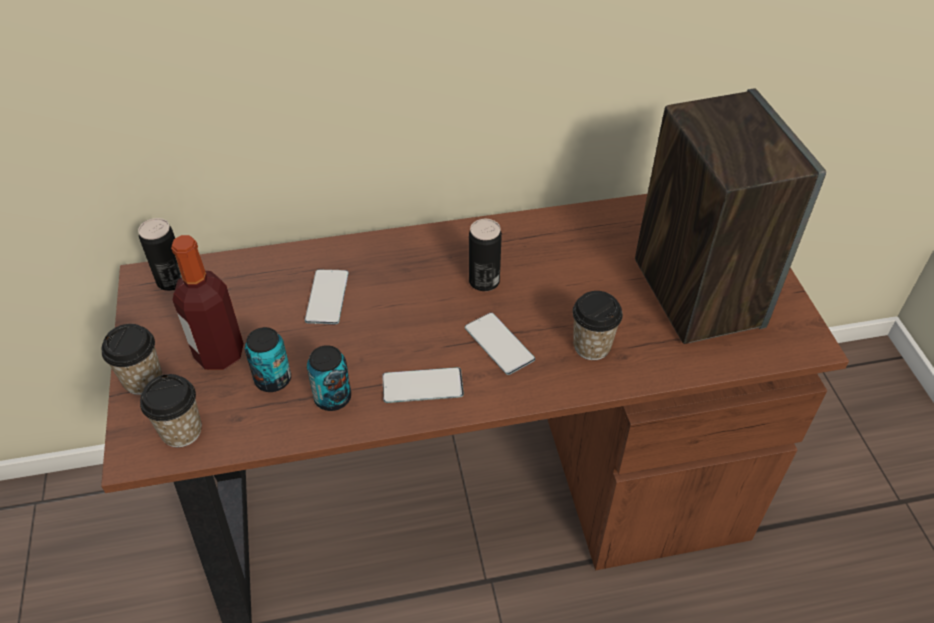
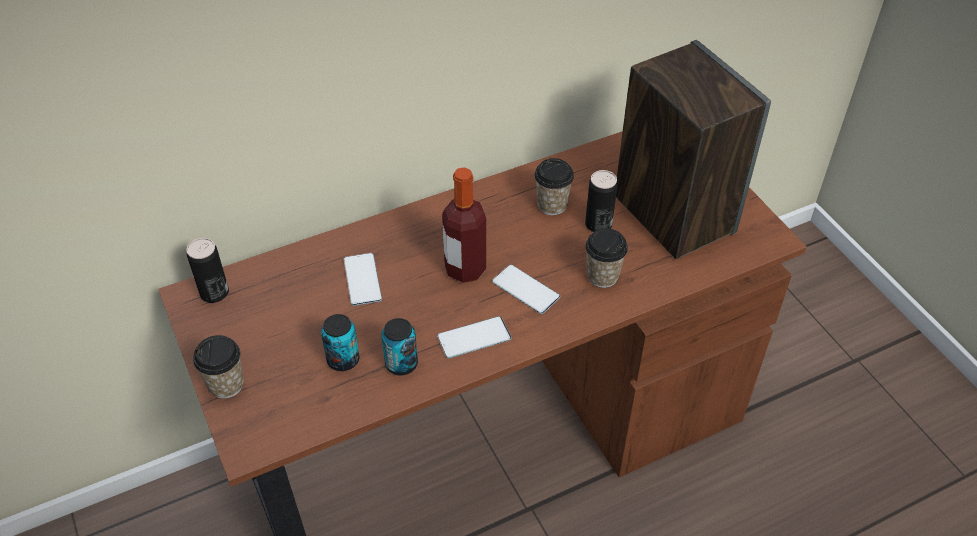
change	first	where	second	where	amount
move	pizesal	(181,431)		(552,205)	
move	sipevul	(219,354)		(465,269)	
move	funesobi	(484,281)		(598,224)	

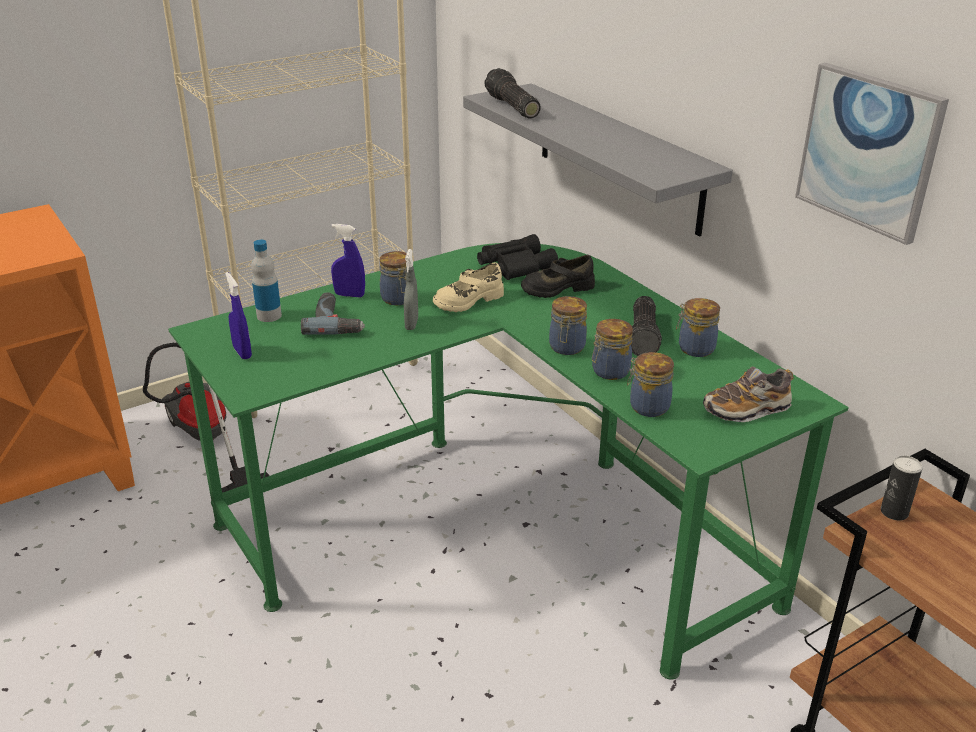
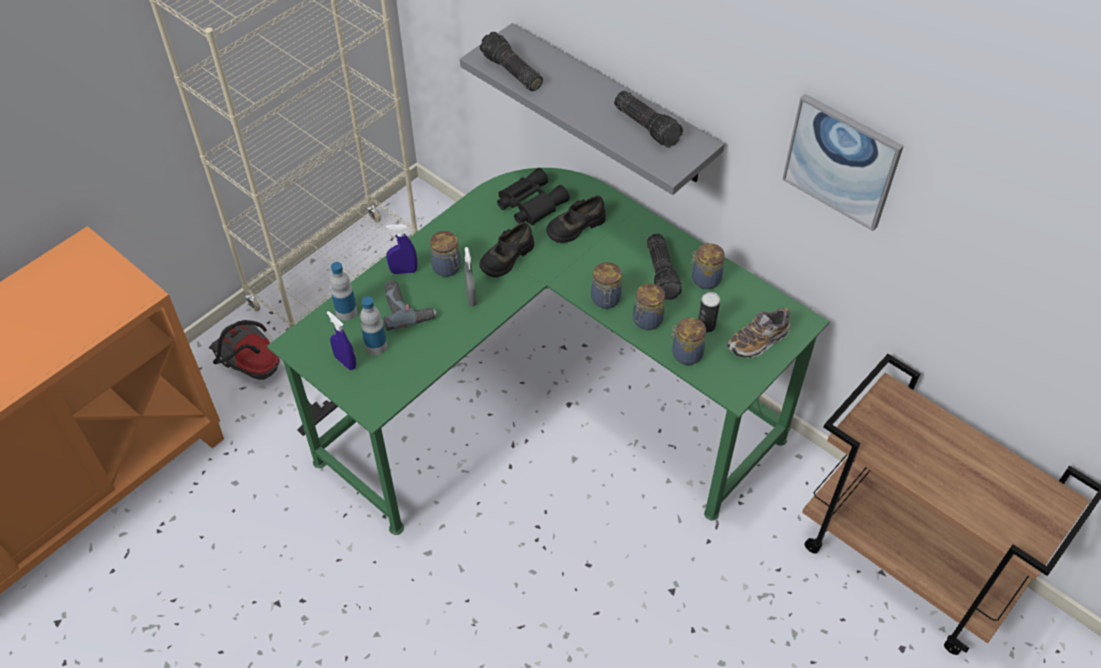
change	first	where	second	where	amount
insert			sipevul	(376,346)	
insert			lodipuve	(647,126)	
move	funesobi	(894,512)		(706,325)	
recolor	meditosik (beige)	(468,300)	meditosik (black)	(506,257)	

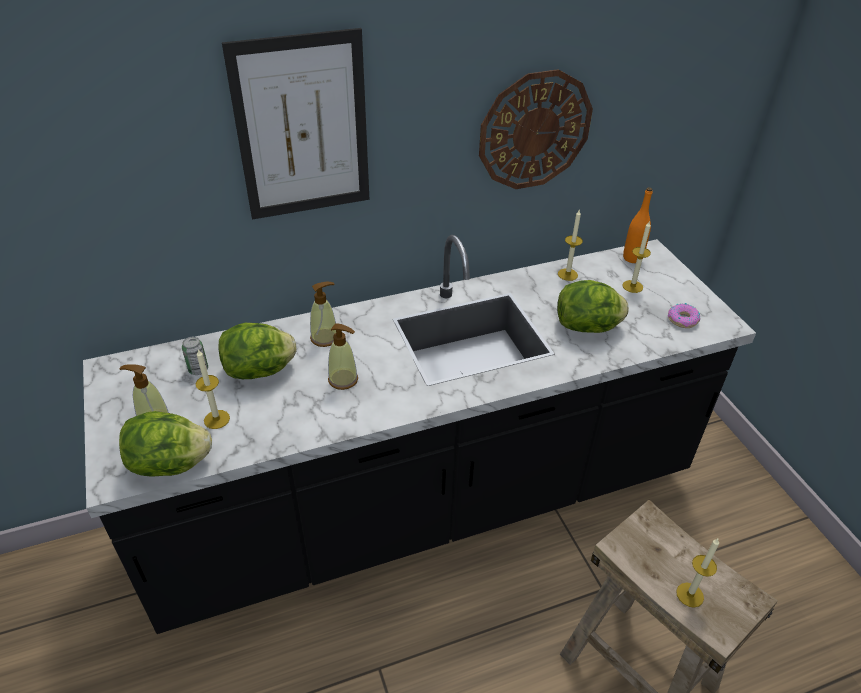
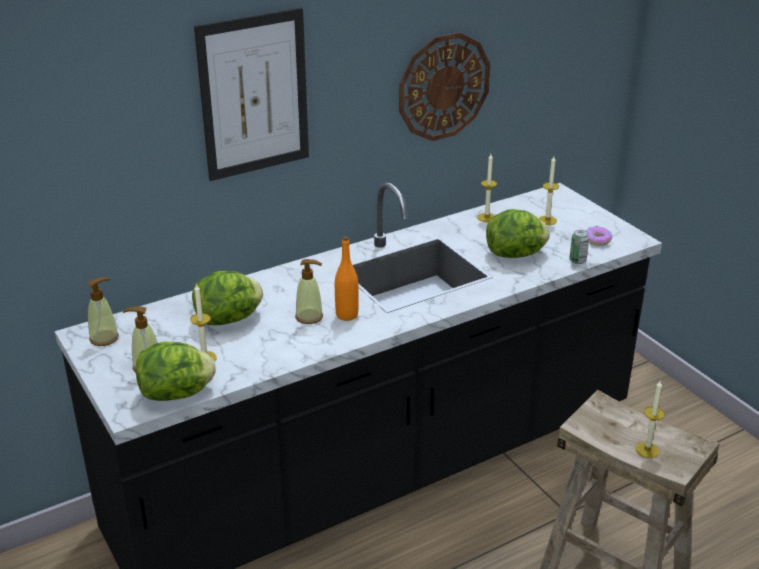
change	first	where	second	where	amount
move	funesobi	(198,370)		(577,261)	
move	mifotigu	(325,338)		(104,338)	
move	sipevul (orange)	(632,258)		(347,315)	

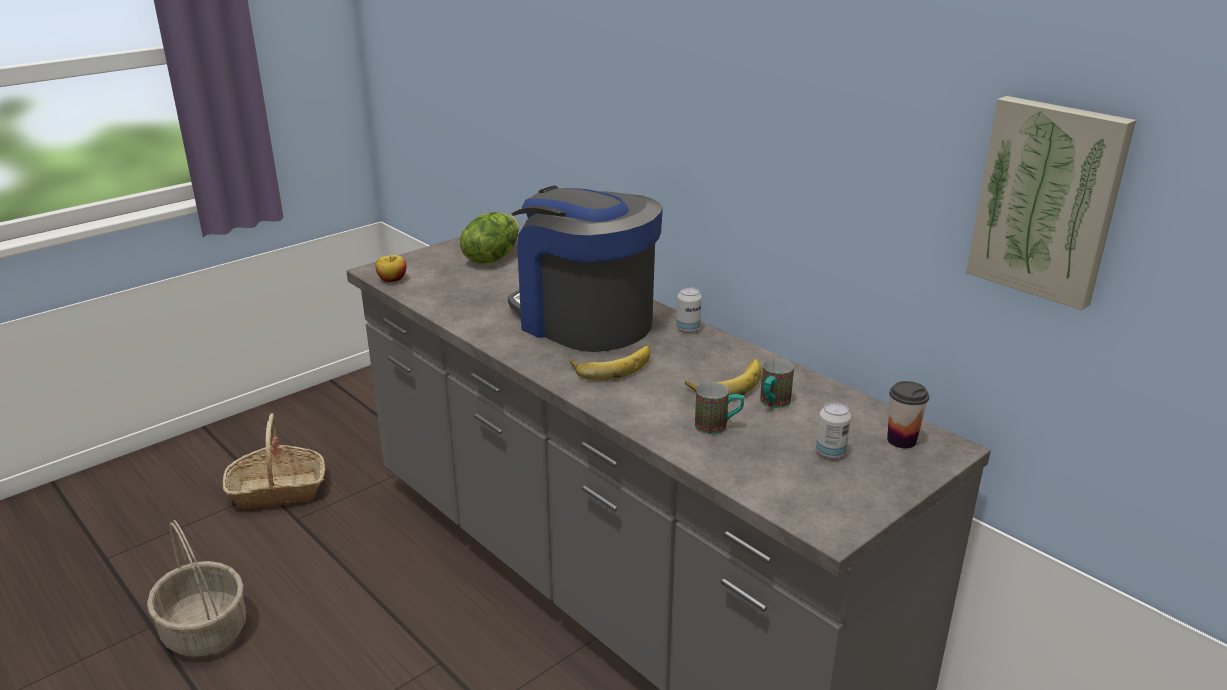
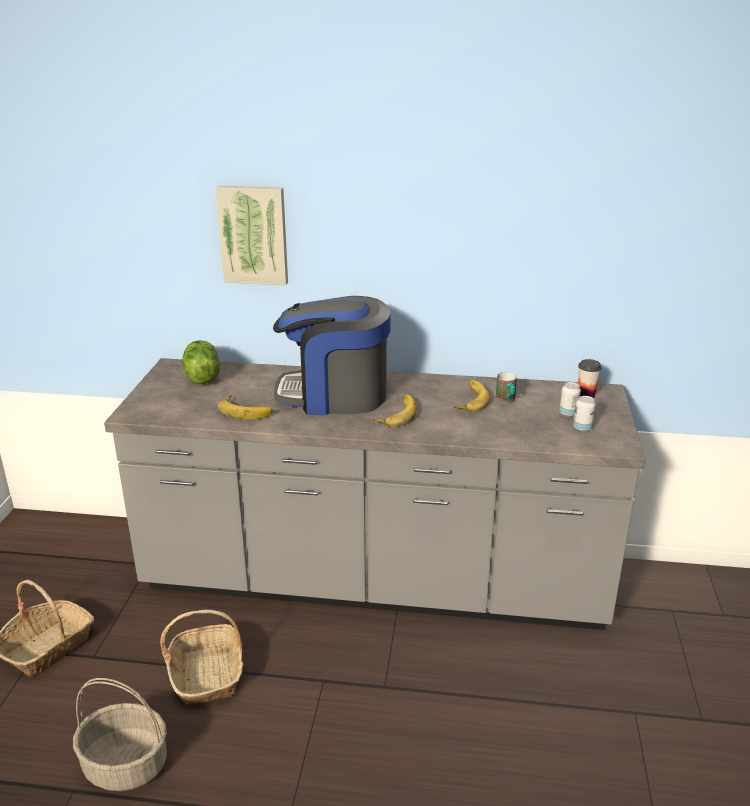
change	first	where	second	where	amount
delete	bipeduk	(392,280)			
delete	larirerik	(718,426)			
insert			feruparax	(207,673)	
insert			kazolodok	(246,410)	
move	funesobi	(688,329)		(582,428)	
move	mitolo	(1048,200)		(254,234)	

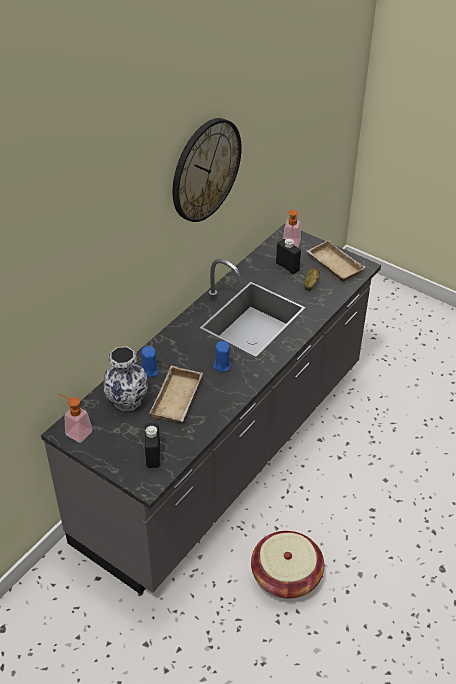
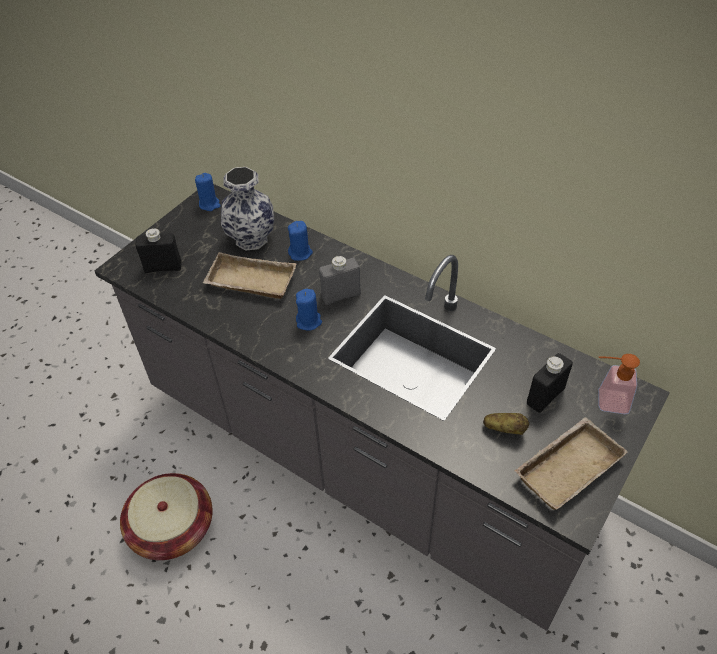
change	first	where	second	where	amount
delete	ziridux	(205,170)			
insert			sipevul (grey)	(341,295)	
replace	mifotigu	(75,431)	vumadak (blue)	(209,204)	

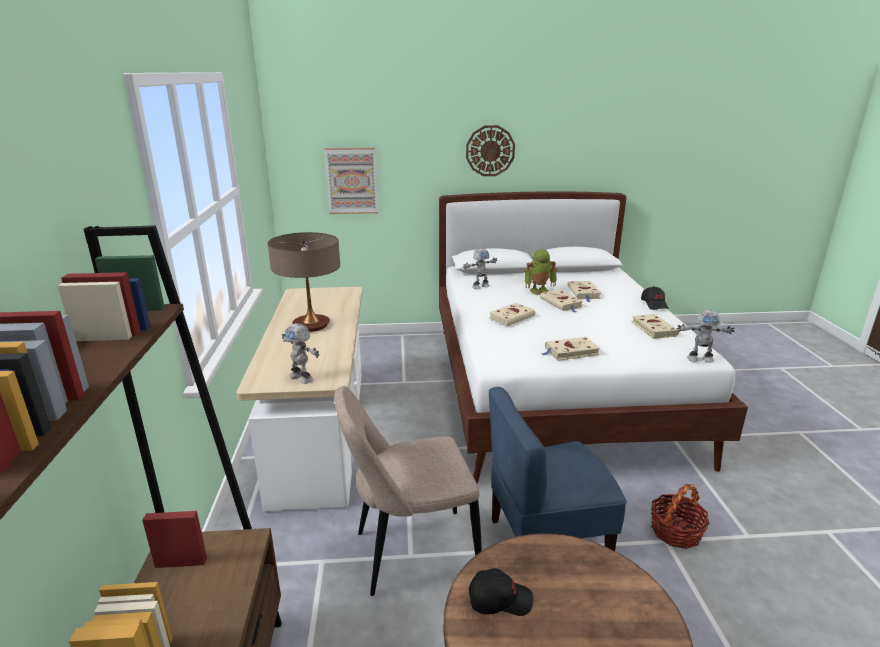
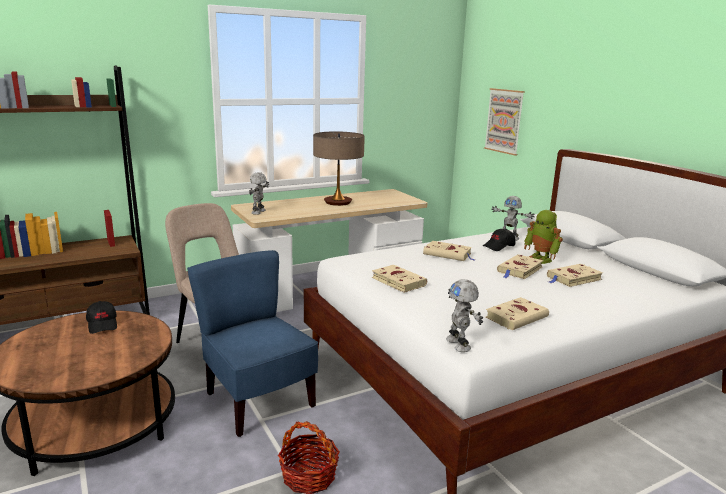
change	first	where	second	where	amount
delete	ziridux	(490,151)			
move	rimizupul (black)	(654,304)		(499,246)	

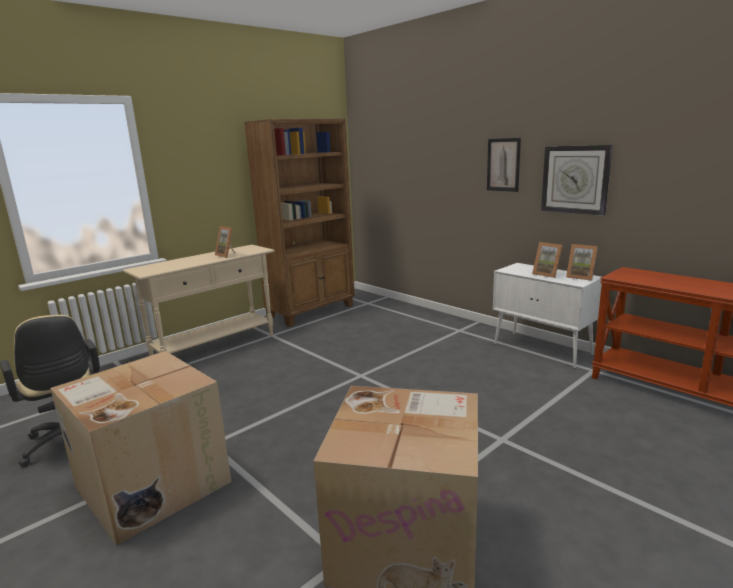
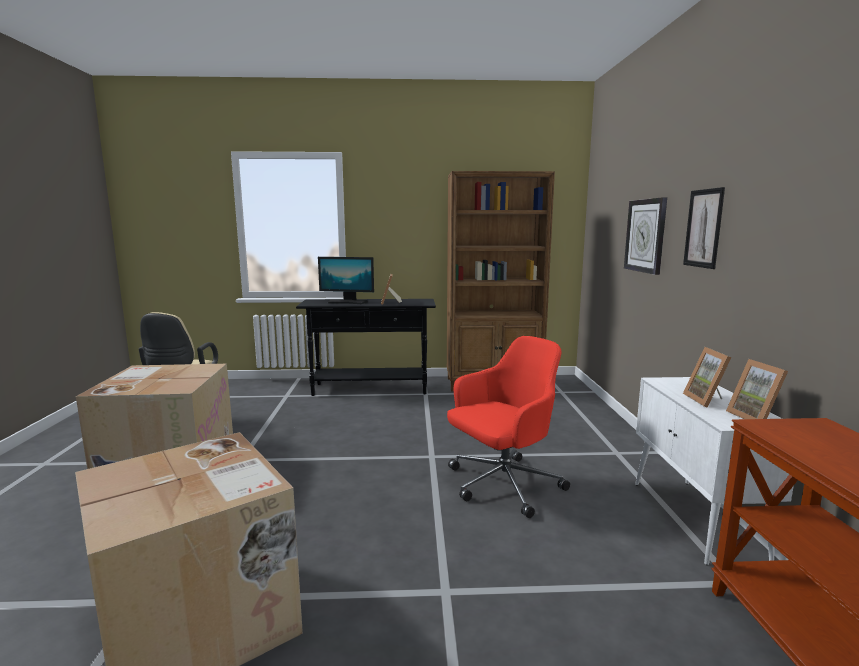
change	first	where	second	where	amount
insert			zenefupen	(347,302)	
insert			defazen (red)	(502,485)	
move	ziridux	(575,179)		(645,235)	
recolor	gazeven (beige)	(215,347)	gazeven (black)	(370,389)	

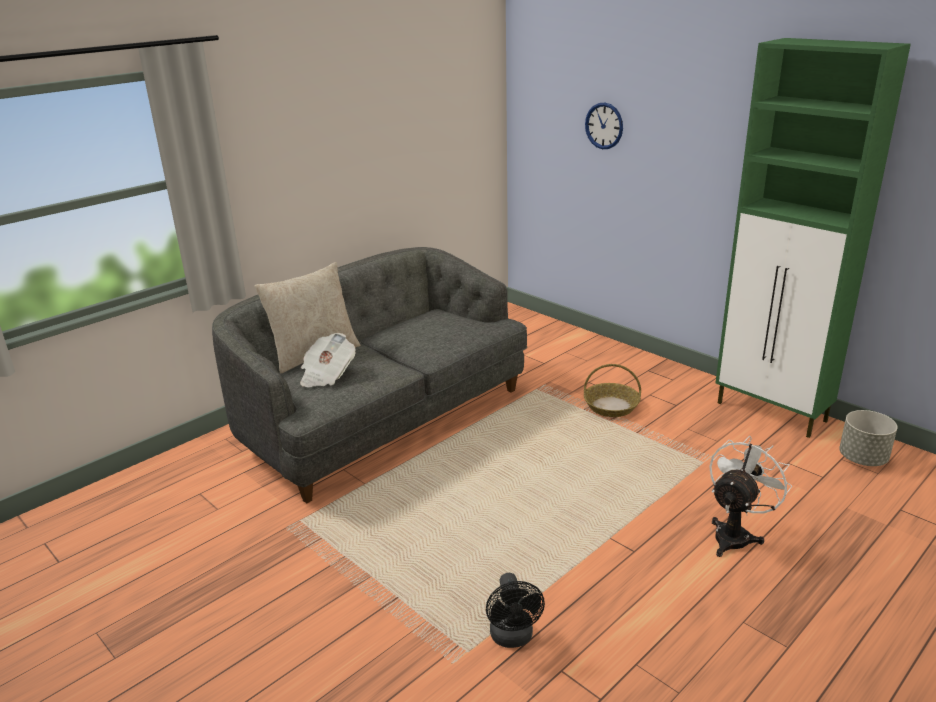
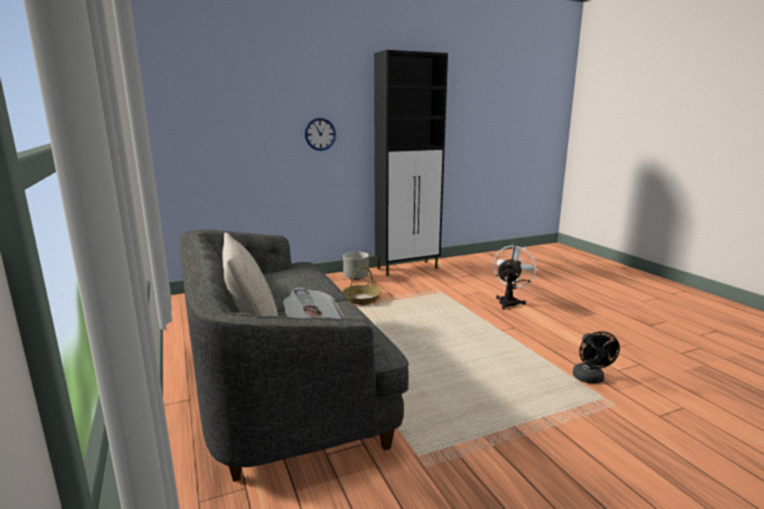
change	first	where	second	where	amount
move	ziridux	(604,126)		(320,134)	
move	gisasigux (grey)	(863,458)		(356,278)	
recolor	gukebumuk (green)	(772,412)	gukebumuk (black)	(408,268)	
rotate	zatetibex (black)	(513,638)		(590,379)	75 degrees clockwise
rotate	zatetibex (white)	(735,534)		(509,302)	60 degrees clockwise

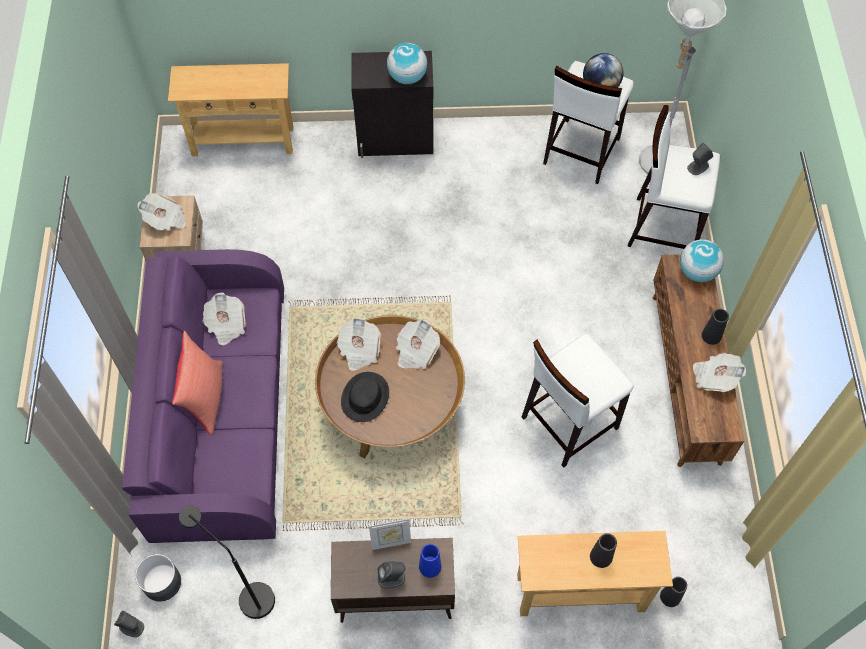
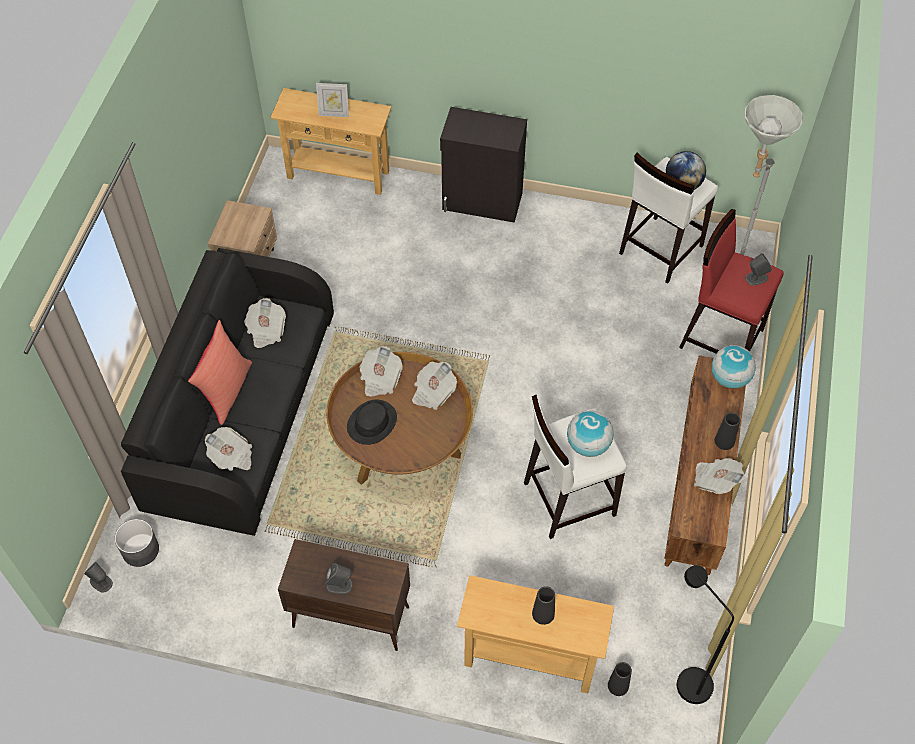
change	first	where	second	where	amount
delete	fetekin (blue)	(430,566)			
move	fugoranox	(165,219)		(231,457)	
move	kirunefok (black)	(248,595)		(686,678)	
move	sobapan	(391,542)		(334,114)	
move	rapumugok	(407,77)		(588,445)	
recolor	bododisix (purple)	(220,411)	bododisix (black)	(241,410)	
recolor	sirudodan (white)	(663,227)	sirudodan (red)	(720,337)	

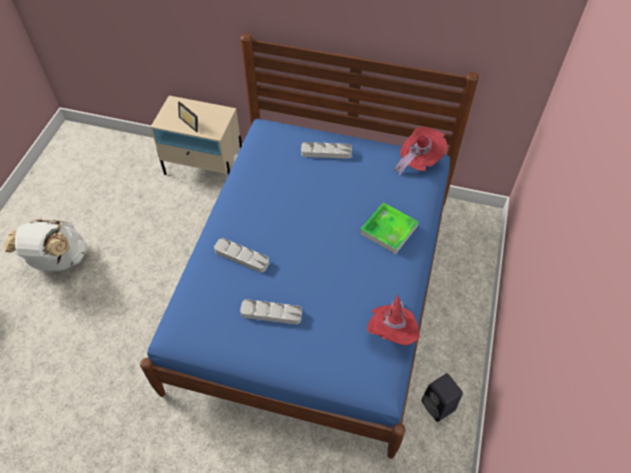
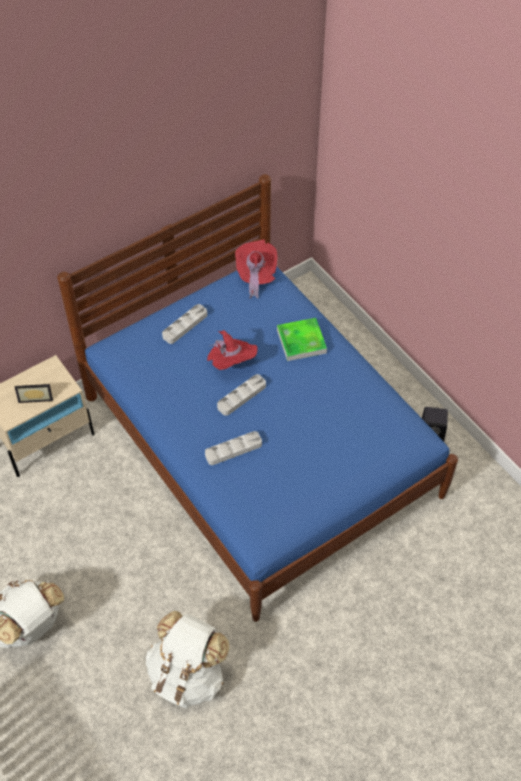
change	first	where	second	where	amount
insert			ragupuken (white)	(187,675)	
move	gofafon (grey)	(271,313)		(241,396)	
move	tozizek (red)	(392,332)		(231,363)	

